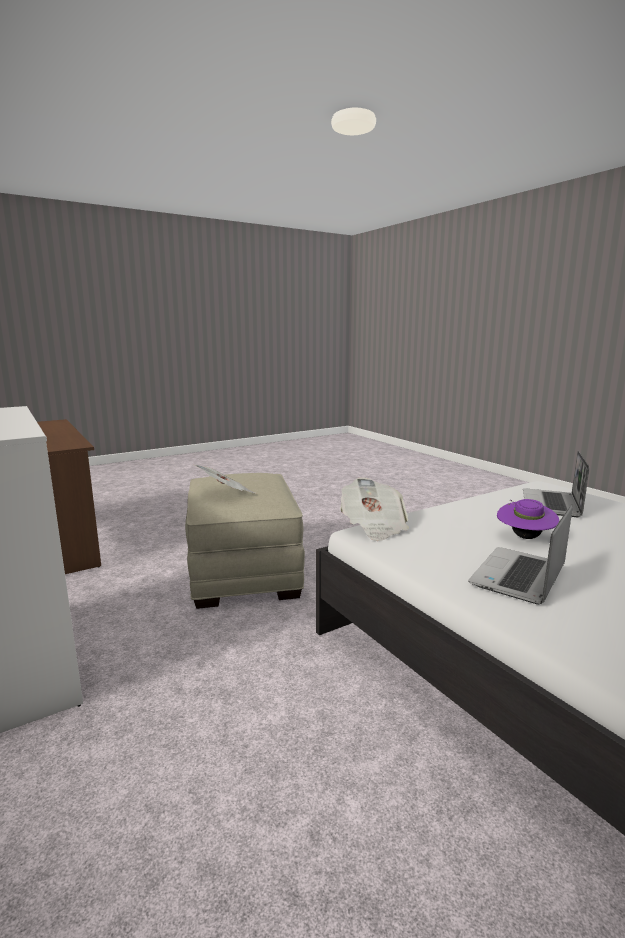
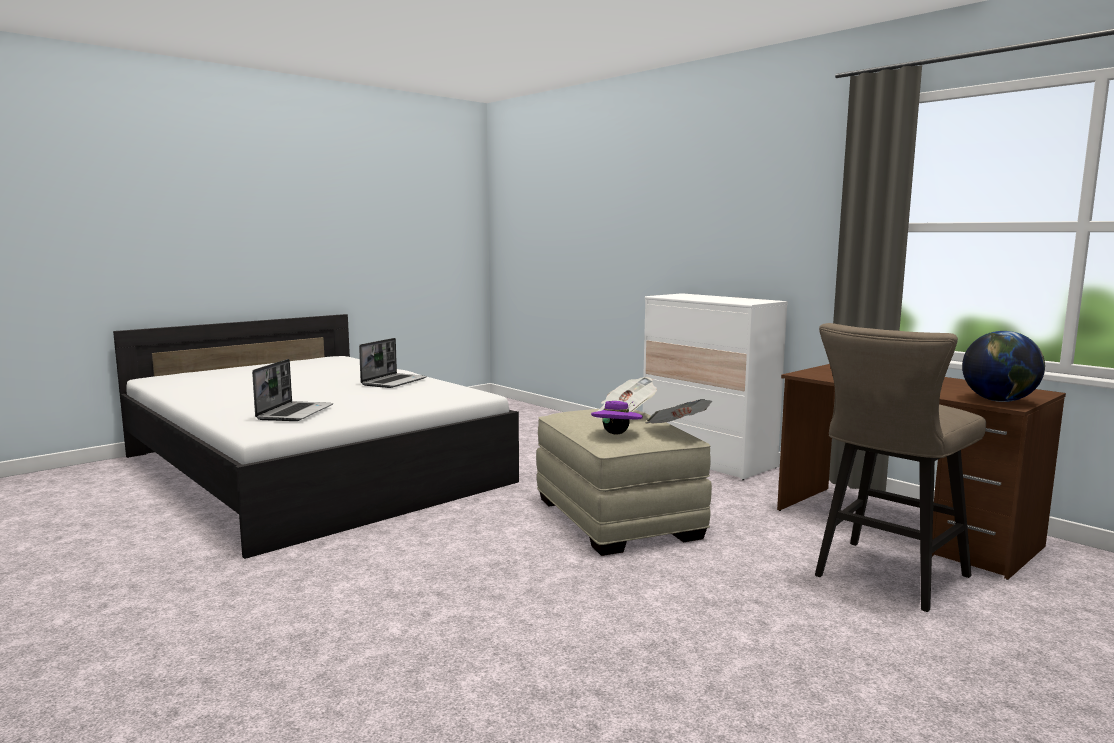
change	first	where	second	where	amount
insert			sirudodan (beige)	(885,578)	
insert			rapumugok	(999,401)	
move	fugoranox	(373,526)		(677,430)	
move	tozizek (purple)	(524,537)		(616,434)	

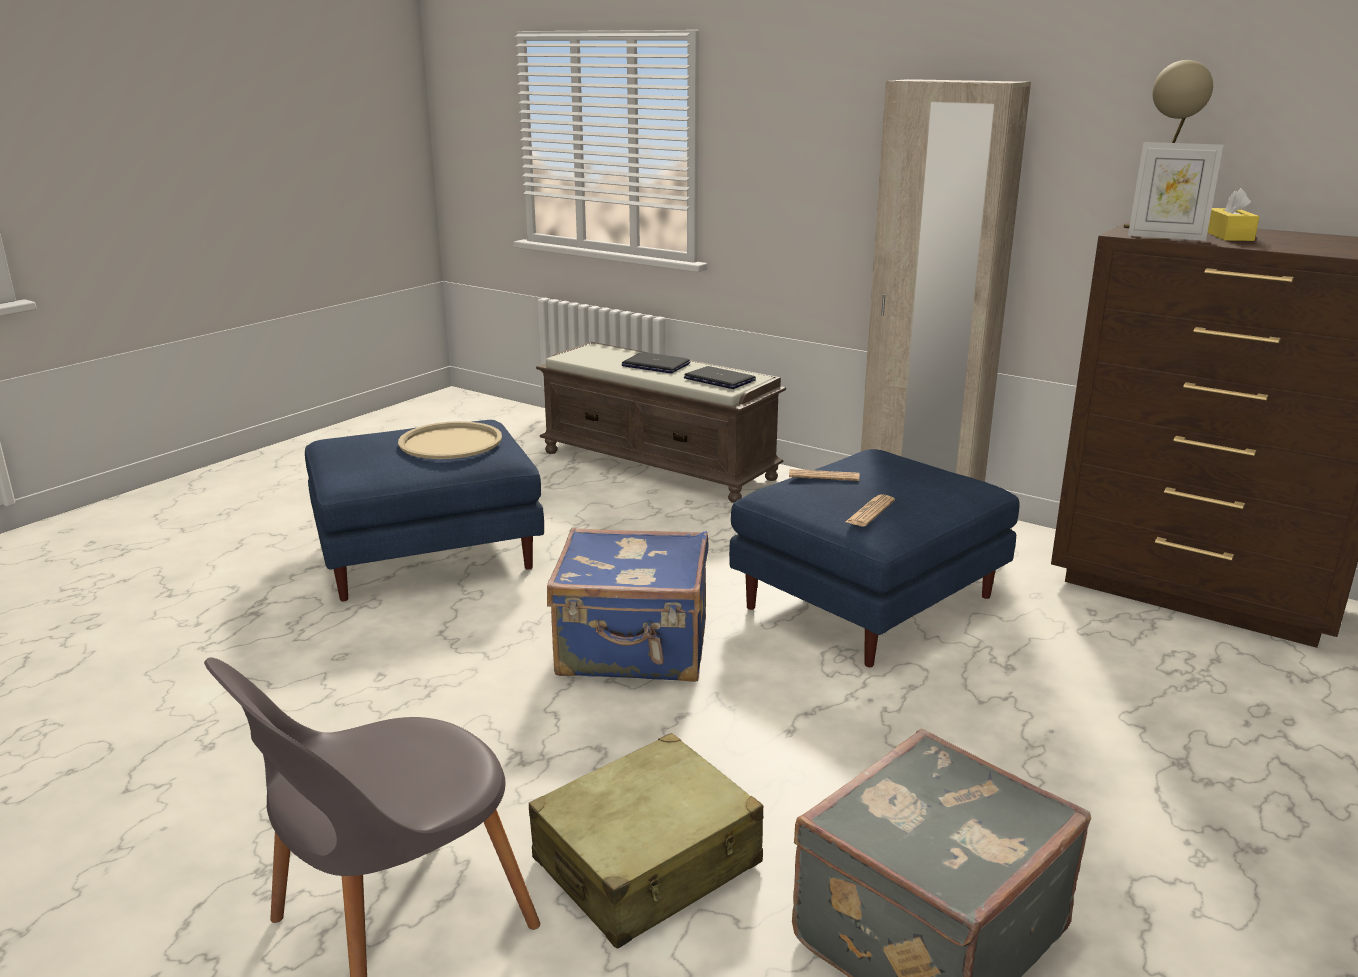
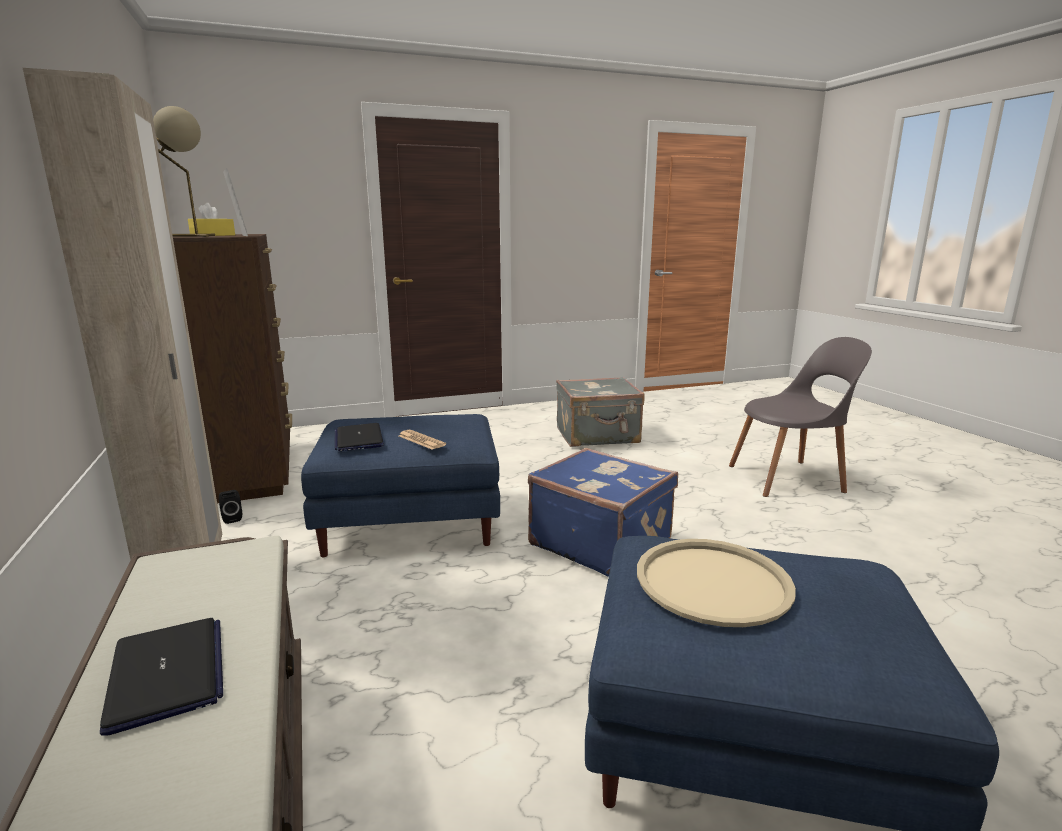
change	first	where	second	where	amount
delete	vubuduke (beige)	(648,863)			
delete	fugoranox	(870,512)			
insert			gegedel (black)	(232,518)	
move	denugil	(720,379)		(358,439)	

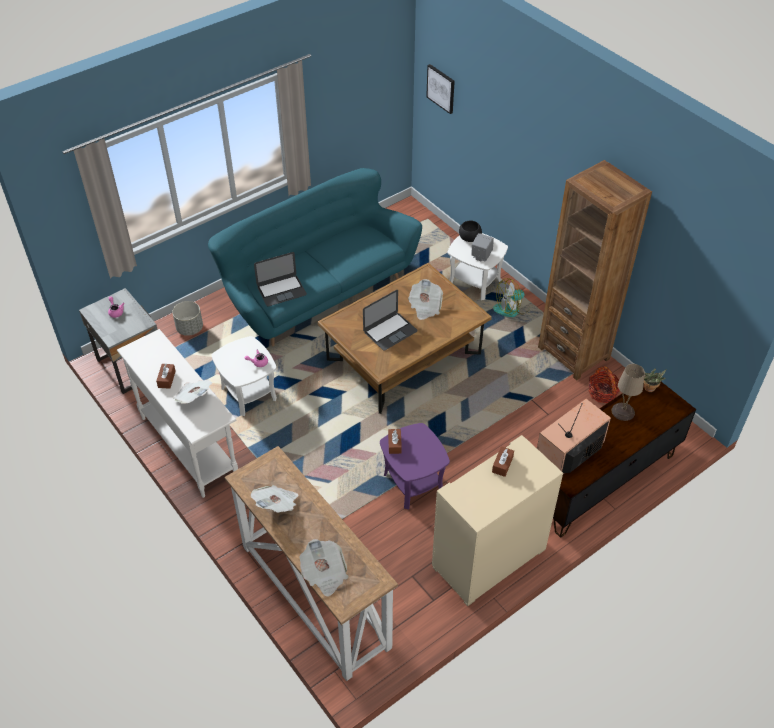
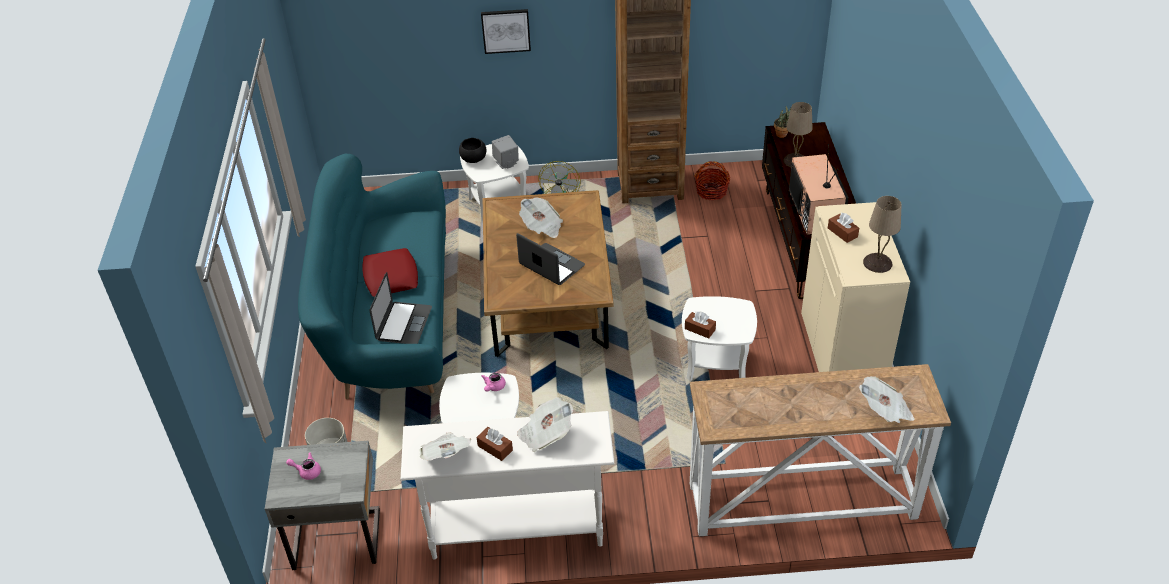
change	first	where	second	where	amount
insert			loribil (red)	(390,277)	
insert			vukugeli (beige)	(878,263)	
move	fugoranox	(277,505)		(446,455)	
move	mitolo	(441,88)		(506,30)	
recolor	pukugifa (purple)	(413,483)	pukugifa (white)	(716,364)	
rotate	denugil	(390,331)		(551,265)	45 degrees counterclockwise

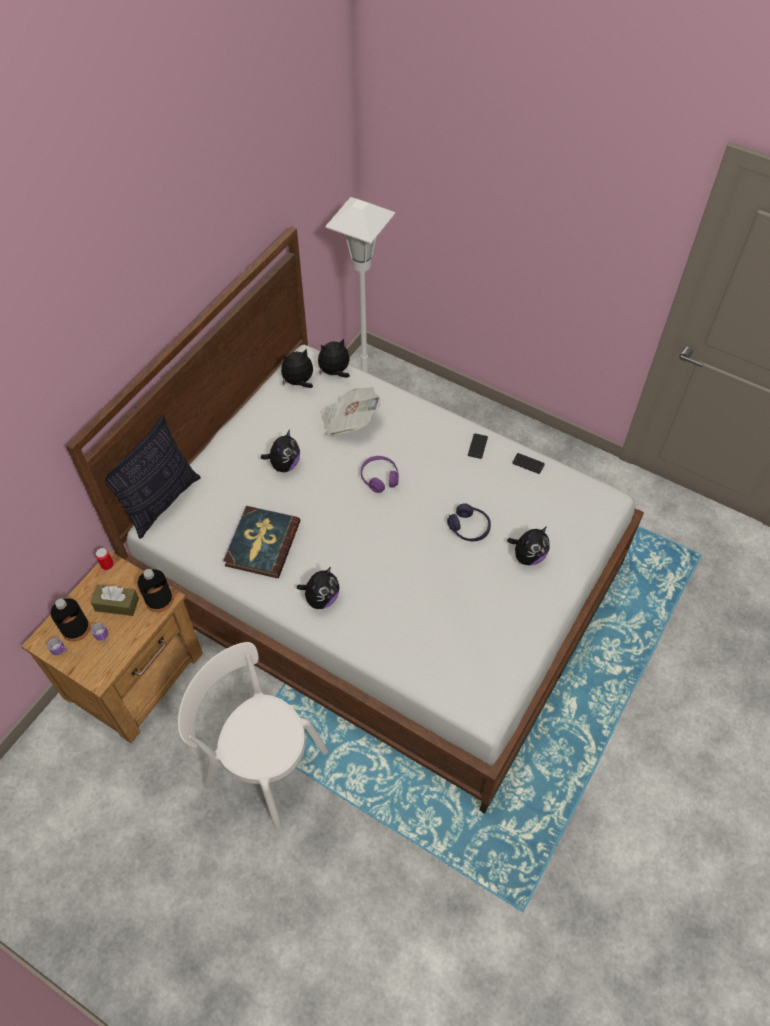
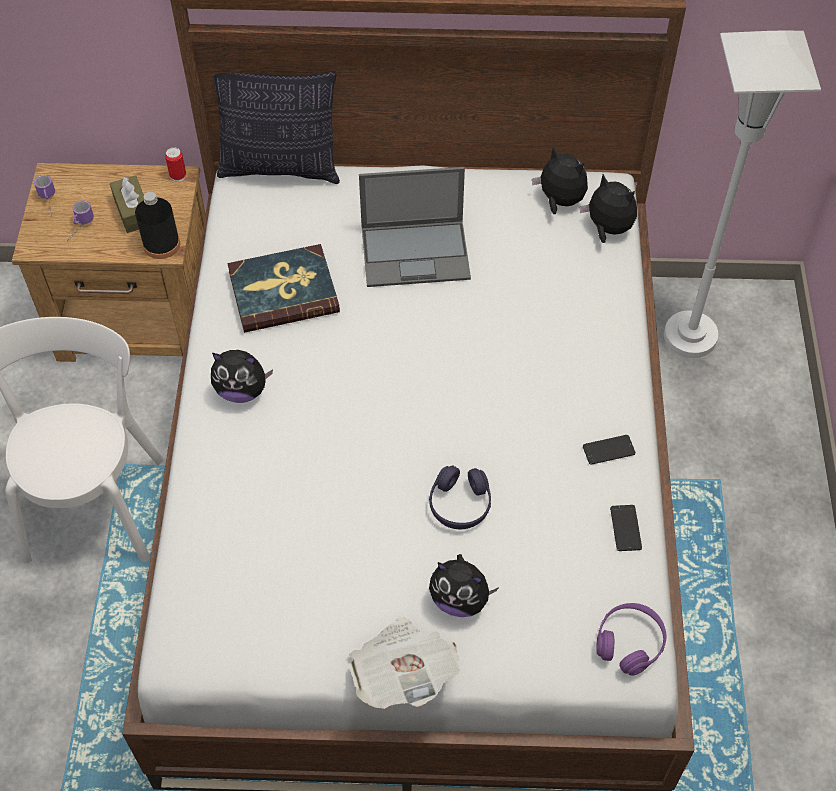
change	first	where	second	where	amount
delete	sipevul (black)	(75,628)			
move	fugoranox	(349,421)		(403,673)	
move	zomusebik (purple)	(379,478)		(629,642)	
replace	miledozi	(284,464)	denugil	(416,253)	

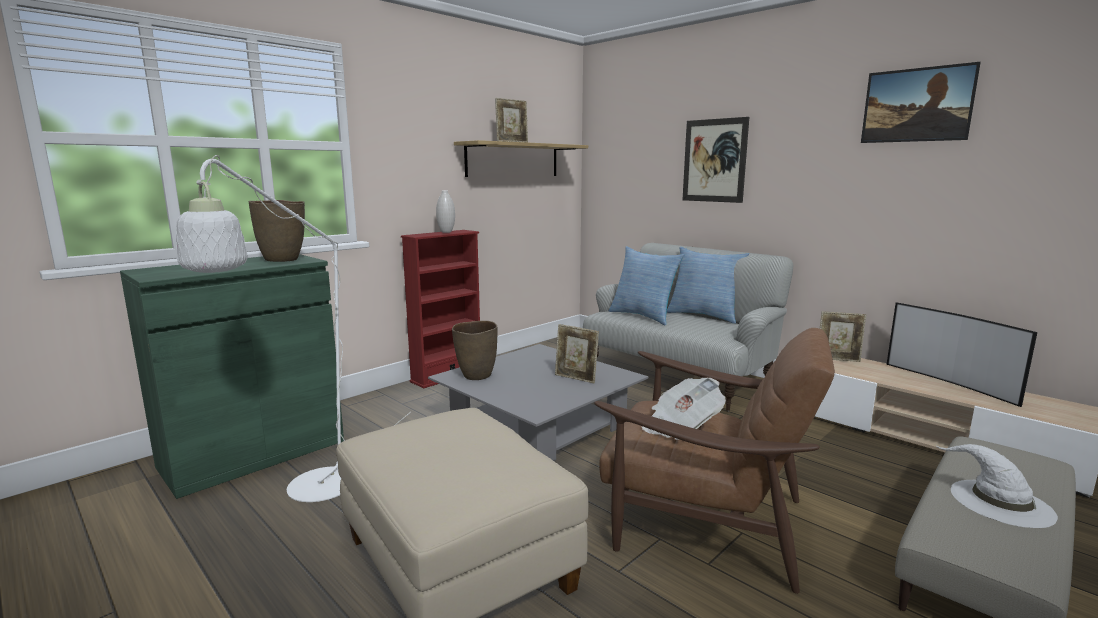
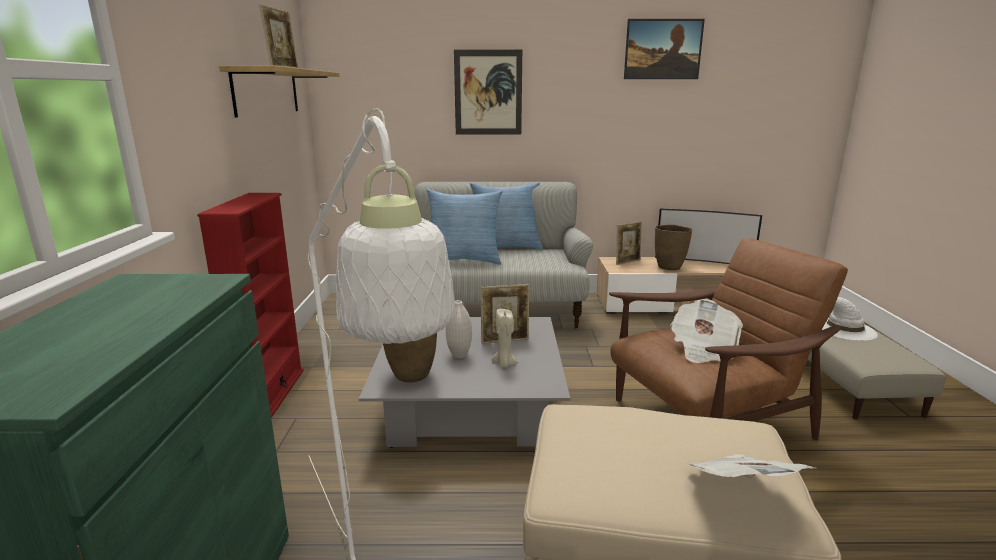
change	first	where	second	where	amount
insert			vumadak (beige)	(504,364)	
insert			fugoranox	(742,491)	
move	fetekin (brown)	(283,259)		(669,267)	
move	fetekin (white)	(446,232)		(459,355)	

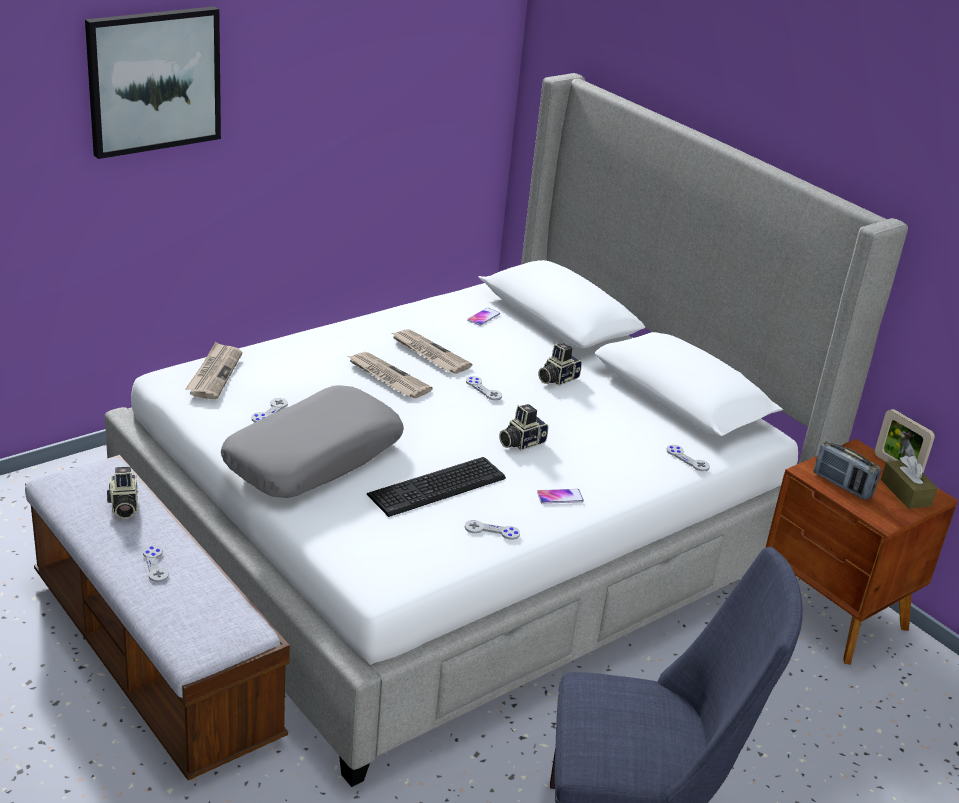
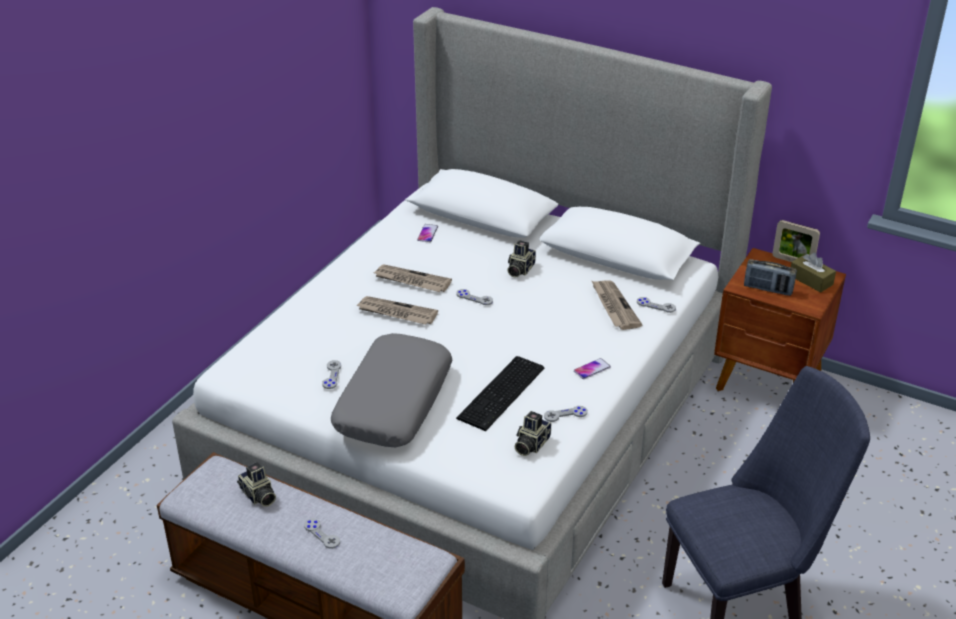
change	first	where	second	where	amount
delete	mitolo	(154,80)			
move	fugoranox	(214,373)		(614,306)	
move	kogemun	(521,442)		(530,444)	

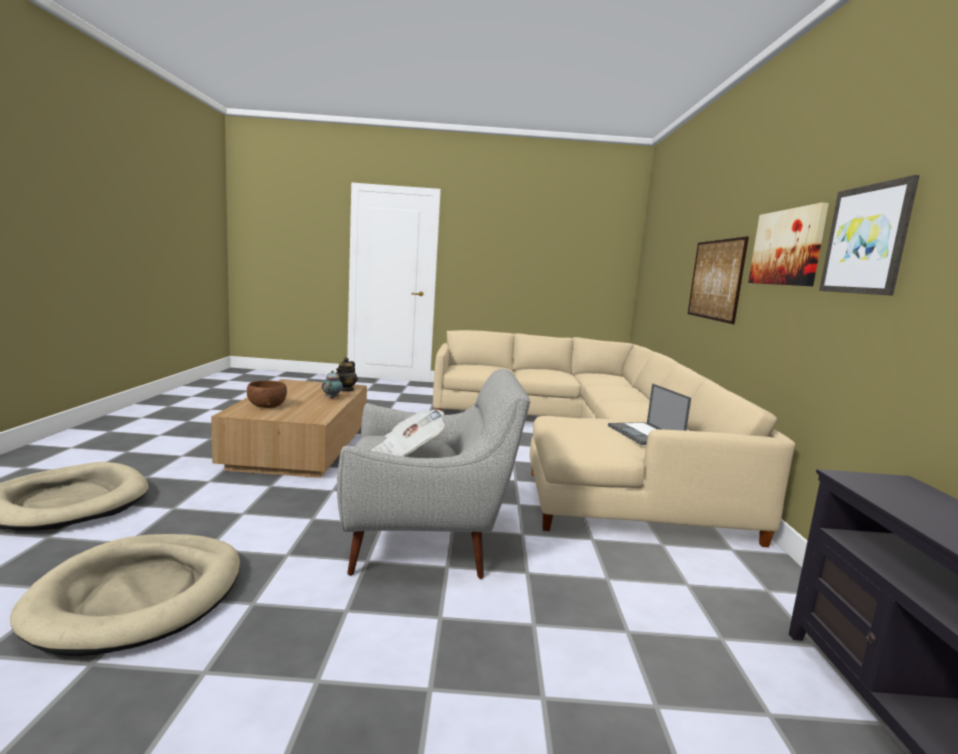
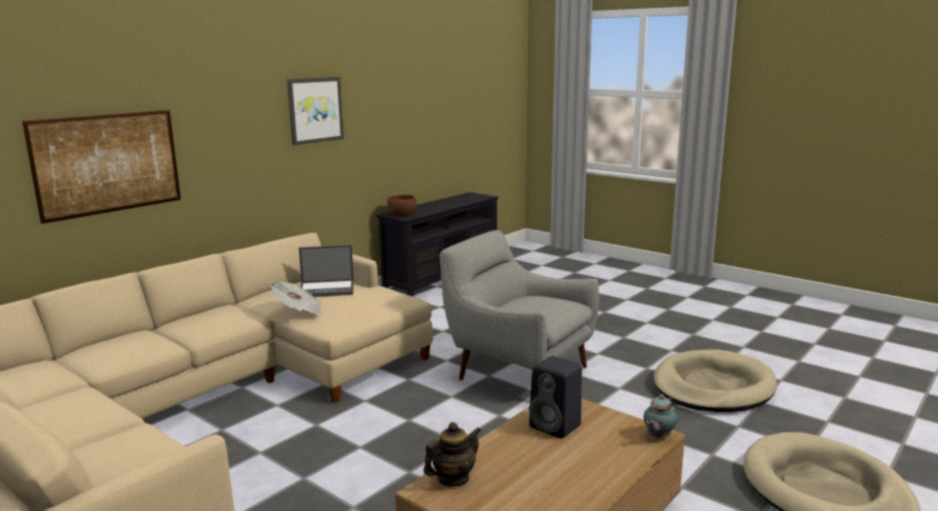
change	first	where	second	where	amount
delete	mitolo	(787,247)			
insert			gegedel (black)	(557,426)	
move	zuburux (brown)	(266,406)		(402,215)	
move	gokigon	(332,398)		(657,437)	
move	fugoranox	(407,452)		(298,311)	
rotate	denugil	(645,434)		(327,289)	60 degrees clockwise

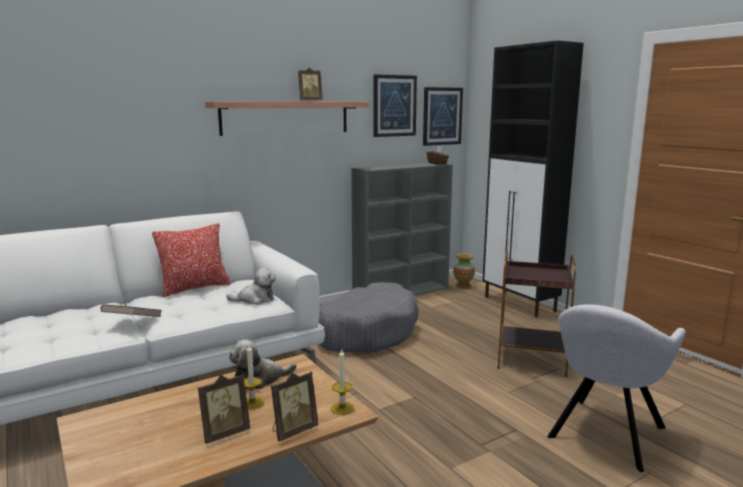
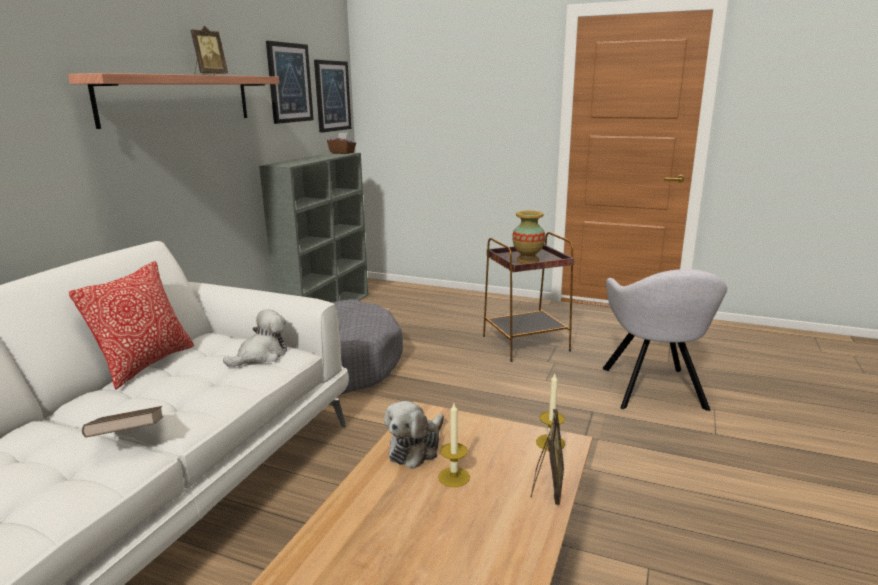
change	first	where	second	where	amount
delete	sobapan	(224,433)			
delete	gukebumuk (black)	(520,304)			
move	fetekin	(463,286)		(527,261)	

